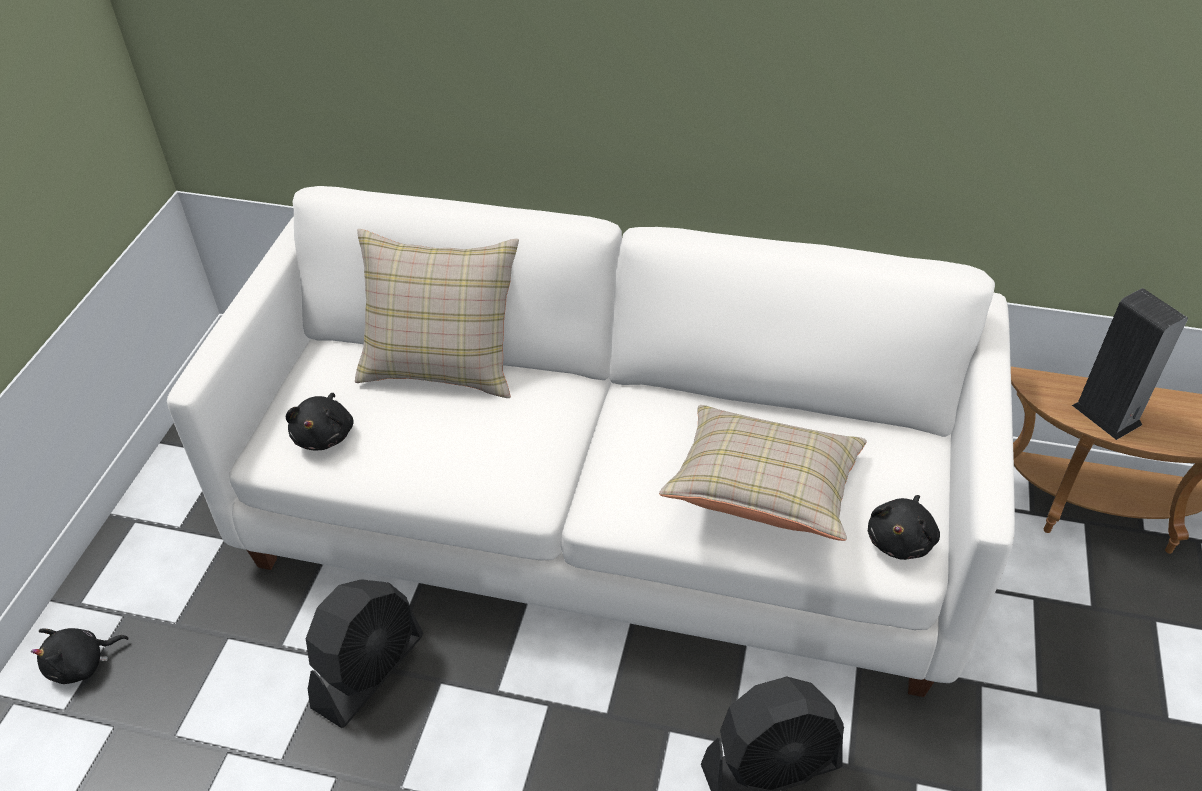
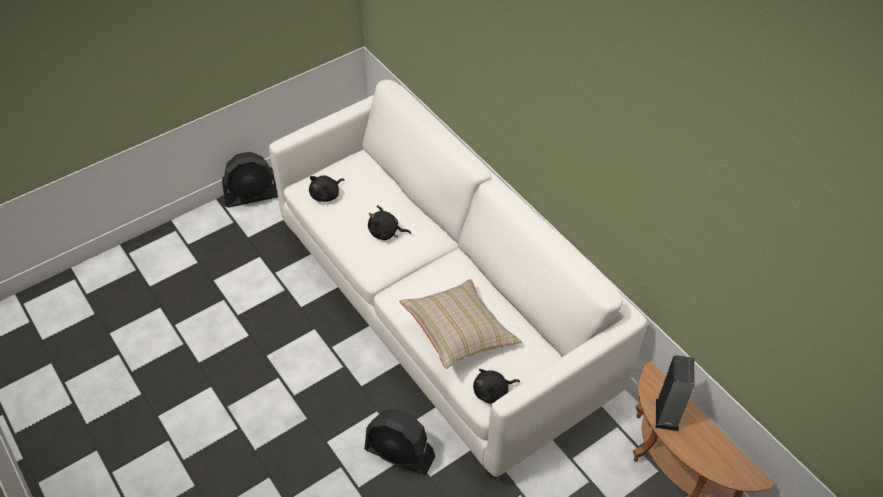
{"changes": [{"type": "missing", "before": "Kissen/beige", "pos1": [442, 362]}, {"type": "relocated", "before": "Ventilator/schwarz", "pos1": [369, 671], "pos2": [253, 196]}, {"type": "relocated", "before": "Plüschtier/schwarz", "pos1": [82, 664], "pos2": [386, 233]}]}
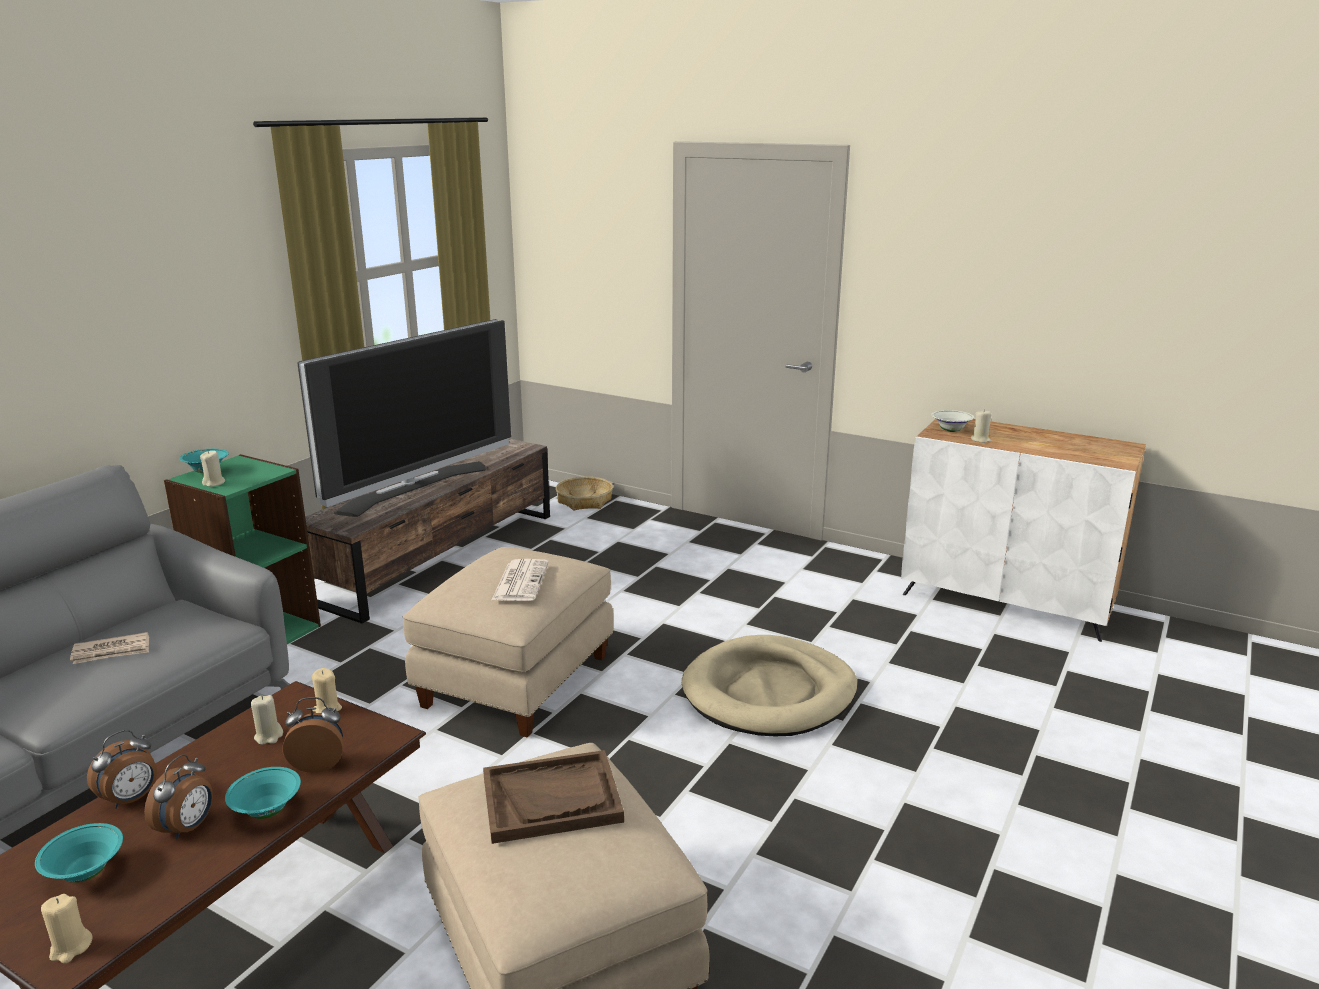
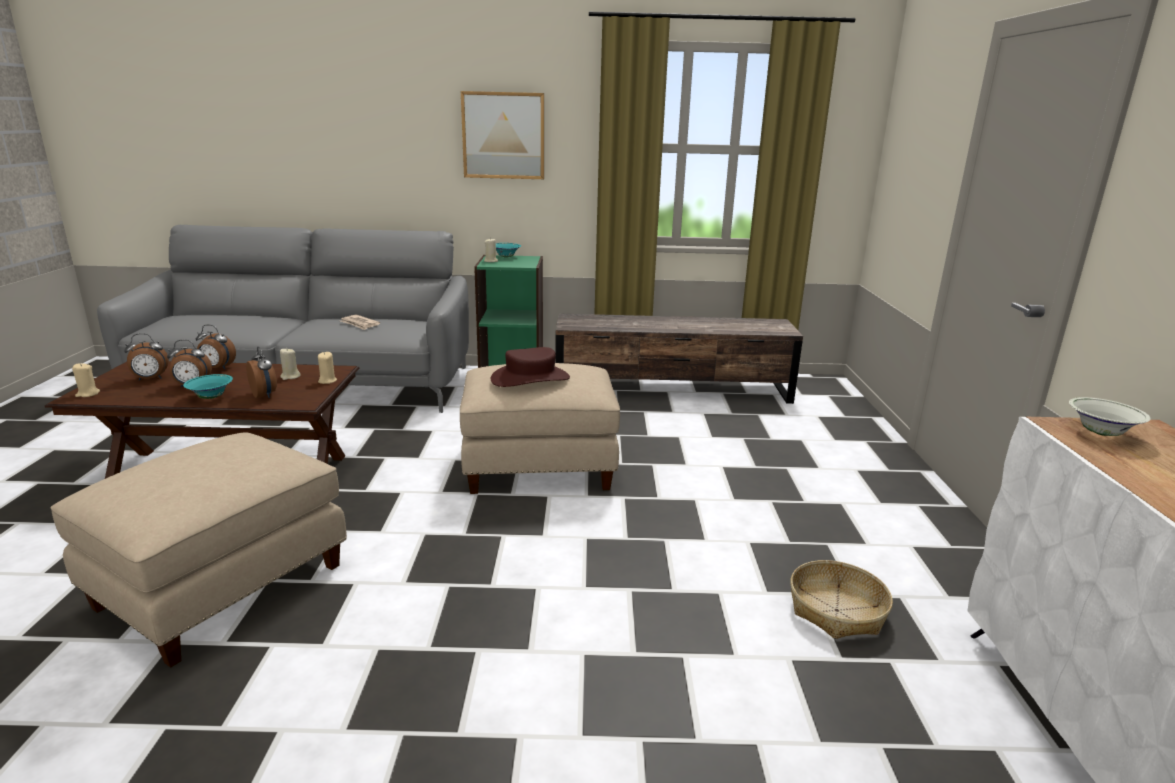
{"changes": [{"type": "missing", "before": "Fernseher", "pos1": [415, 488]}, {"type": "missing", "before": "Kerze/beige", "pos1": [980, 440]}, {"type": "relocated", "before": "Korb", "pos1": [584, 501], "pos2": [837, 610]}, {"type": "exchanged", "before": "Zeitung", "after": "Hut/braun", "pos1": [520, 581], "pos2": [530, 378]}, {"type": "missing", "before": "Hundebett/beige", "pos1": [769, 692]}, {"type": "missing", "before": "Tablett/braun", "pos1": [552, 799]}, {"type": "exchanged", "before": "Schüssel/türkis", "after": "Wecker", "pos1": [86, 873], "pos2": [150, 379]}, {"type": "appeared", "after": "Bild", "pos2": [503, 135]}]}
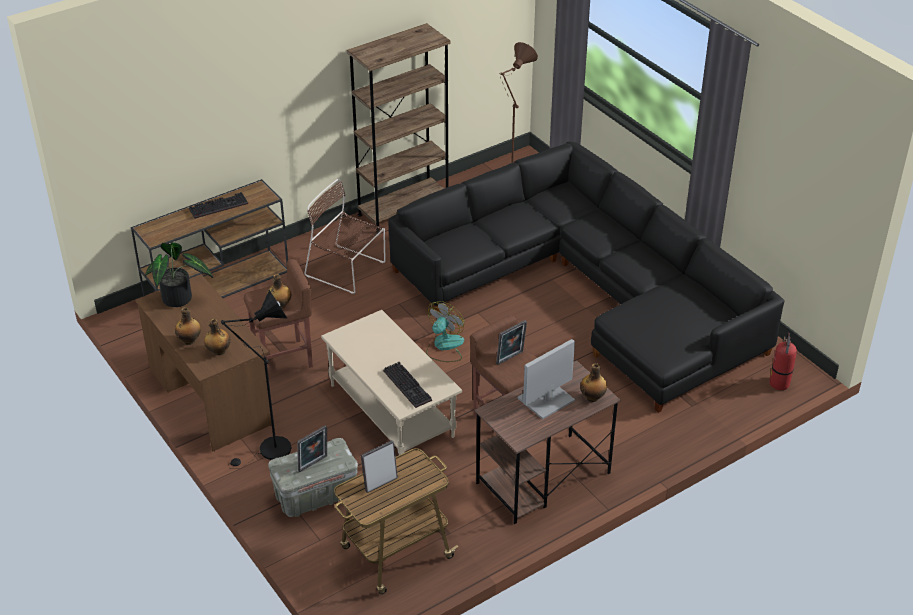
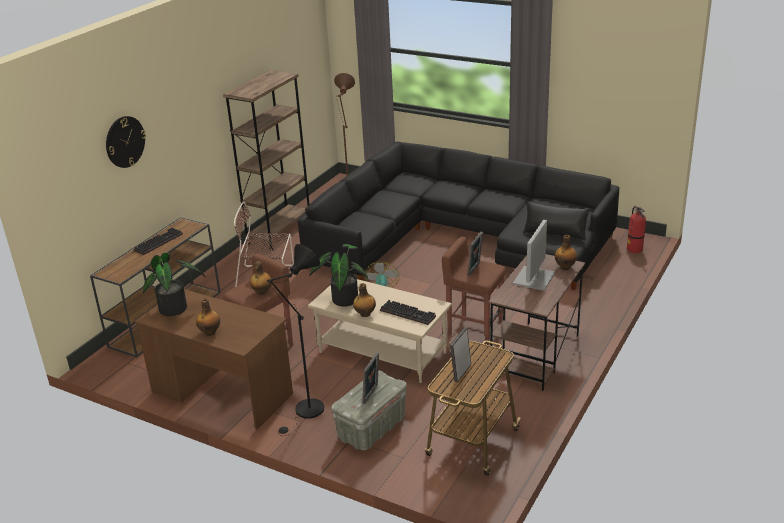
{"changes": [{"type": "relocated", "before": "Flasche", "pos1": [218, 351], "pos2": [365, 314]}, {"type": "appeared", "after": "Wanduhr", "pos2": [125, 141]}, {"type": "appeared", "after": "Kissen/schwarz", "pos2": [555, 232]}, {"type": "appeared", "after": "Topfpflanze", "pos2": [343, 298]}]}
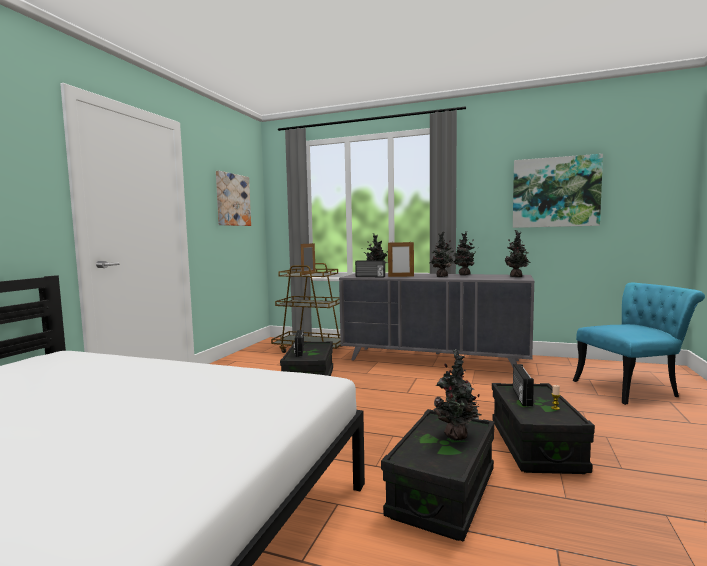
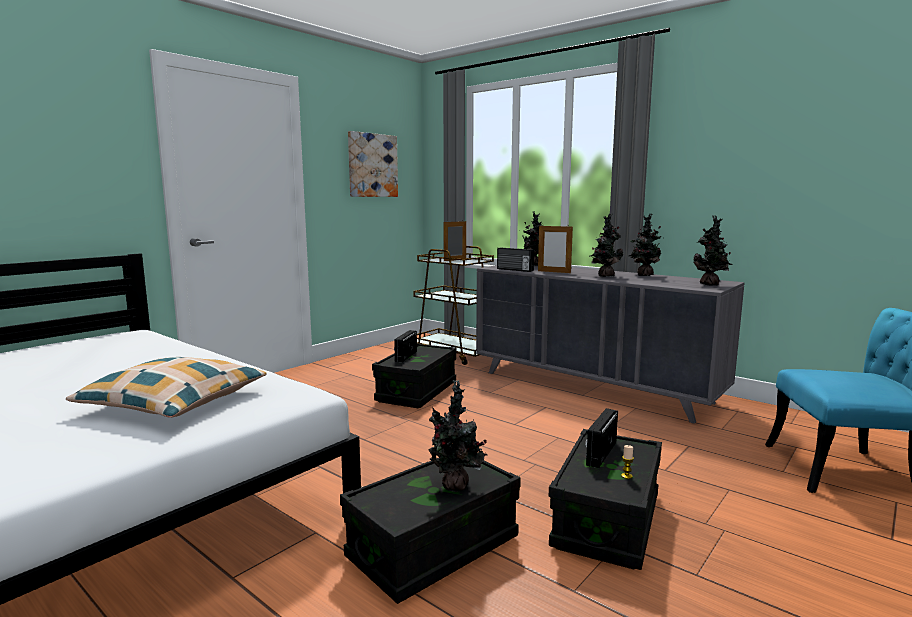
{"changes": [{"type": "missing", "before": "Bild", "pos1": [555, 192]}, {"type": "appeared", "after": "Kissen", "pos2": [175, 402]}]}
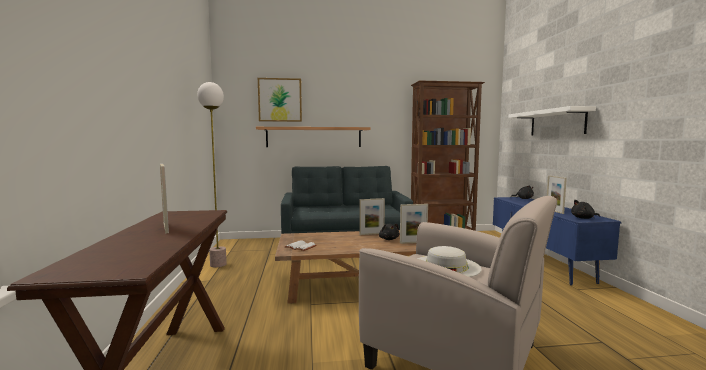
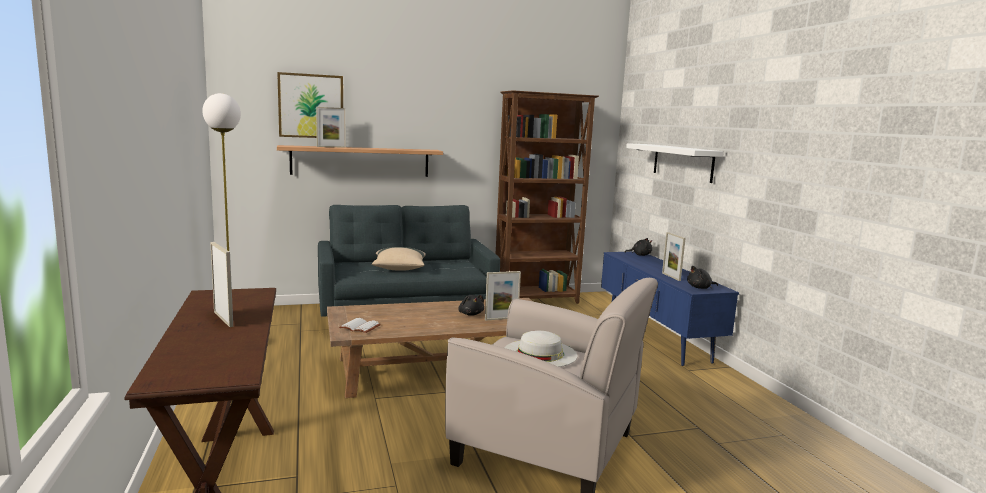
{"changes": [{"type": "relocated", "before": "Bilderrahmen", "pos1": [372, 234], "pos2": [331, 147]}, {"type": "appeared", "after": "Kissen/beige", "pos2": [399, 269]}]}
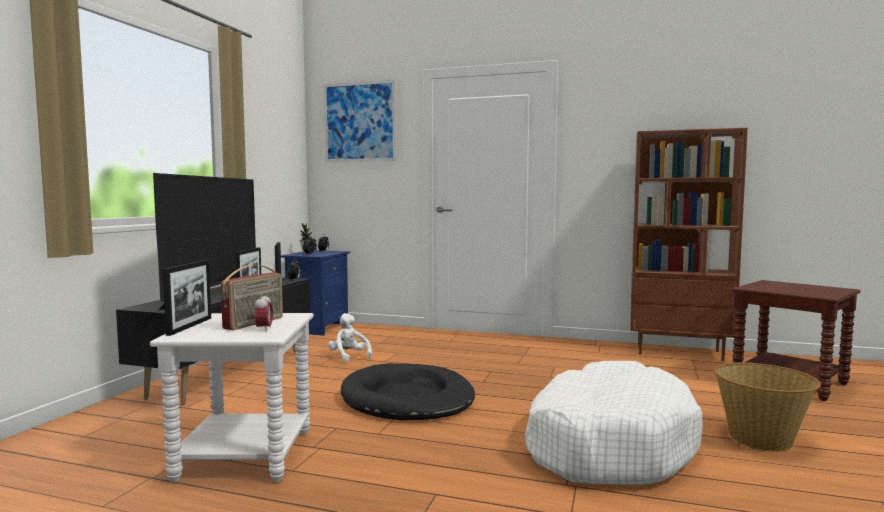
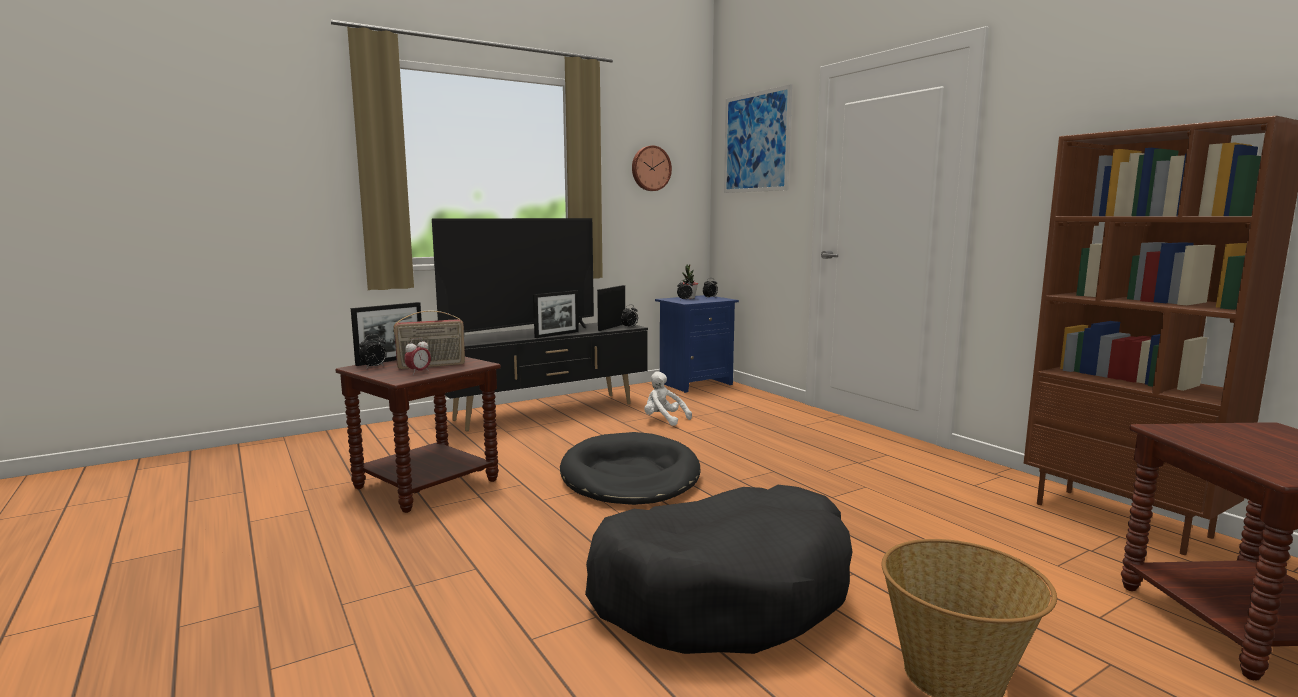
{"changes": [{"type": "colour", "before": "Beistelltisch/weiß", "after": "Beistelltisch/braun", "pos1": [244, 455], "pos2": [426, 484]}, {"type": "spun", "before": "Plüschtier/weiß", "pos1": [349, 357], "pos2": [664, 420], "turn": -60}, {"type": "colour", "before": "Hundebett/weiß", "after": "Hundebett/schwarz", "pos1": [607, 444], "pos2": [722, 592]}, {"type": "appeared", "after": "Wanduhr", "pos2": [650, 168]}, {"type": "appeared", "after": "Wecker", "pos2": [374, 367]}]}
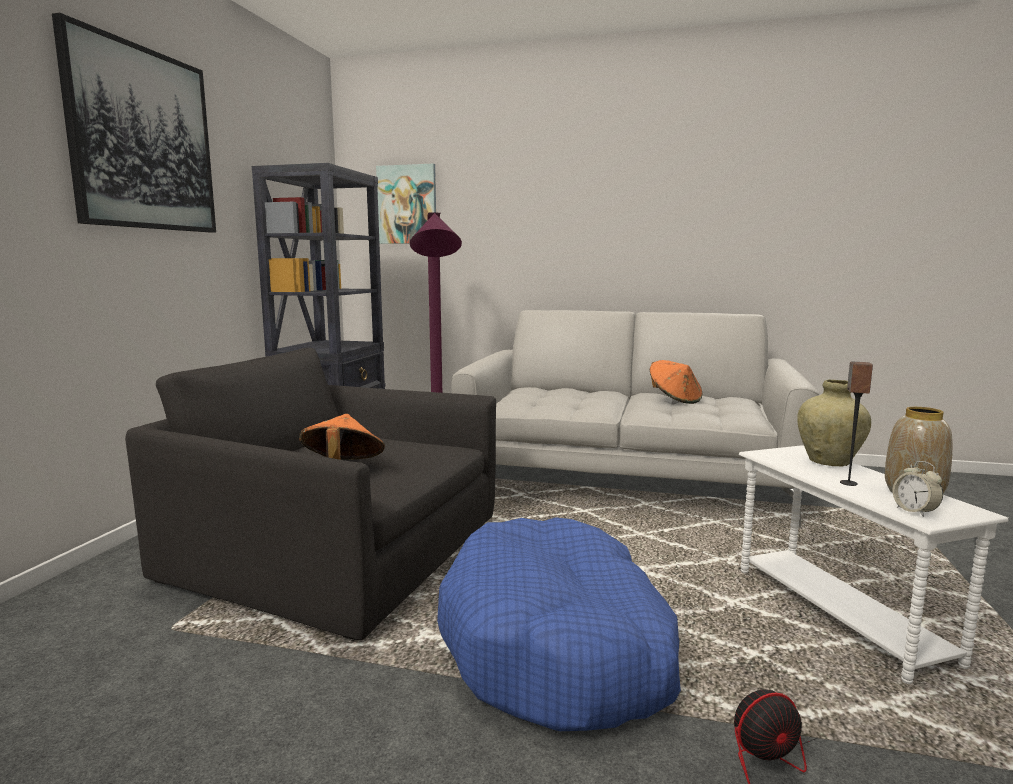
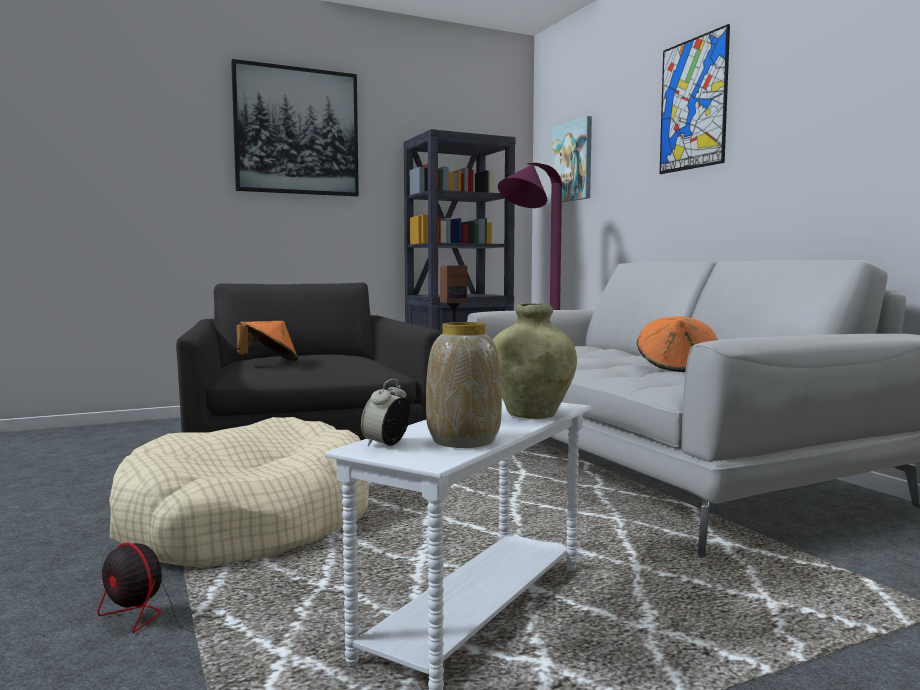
{"changes": [{"type": "colour", "before": "Hundebett/blau", "after": "Hundebett/beige", "pos1": [558, 647], "pos2": [248, 523]}, {"type": "appeared", "after": "Bild", "pos2": [693, 104]}]}
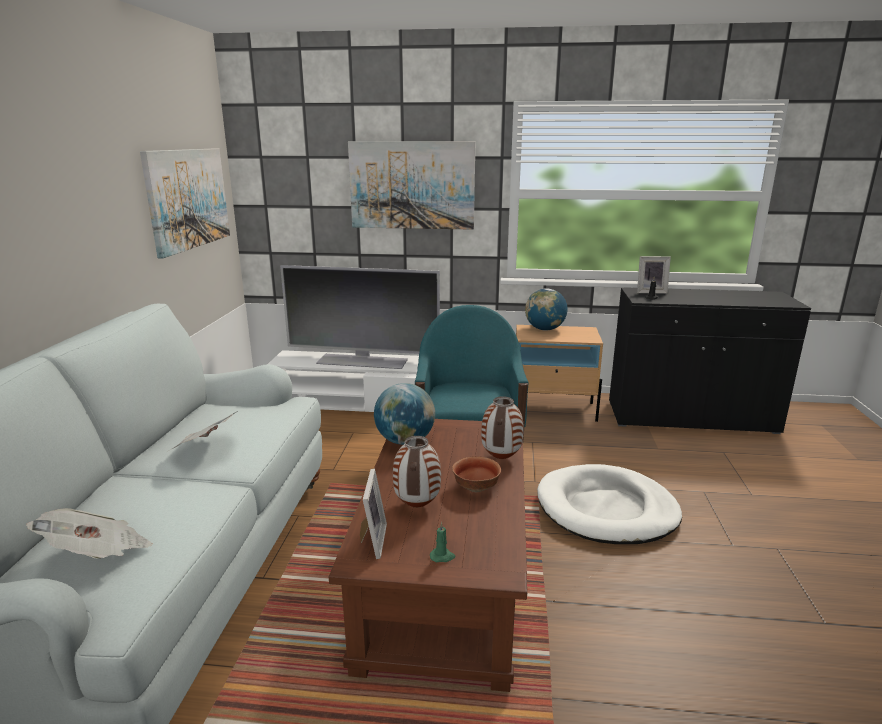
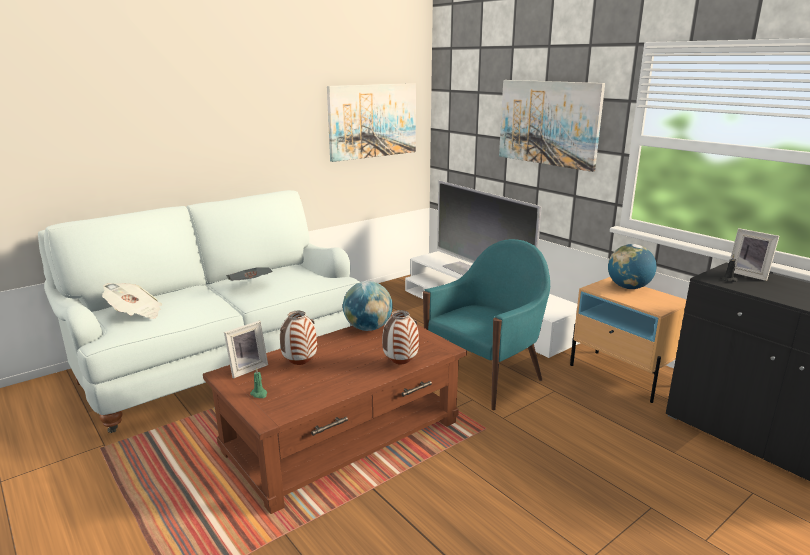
{"changes": [{"type": "missing", "before": "Schüssel", "pos1": [475, 488]}, {"type": "missing", "before": "Hundebett/weiß", "pos1": [606, 509]}]}
